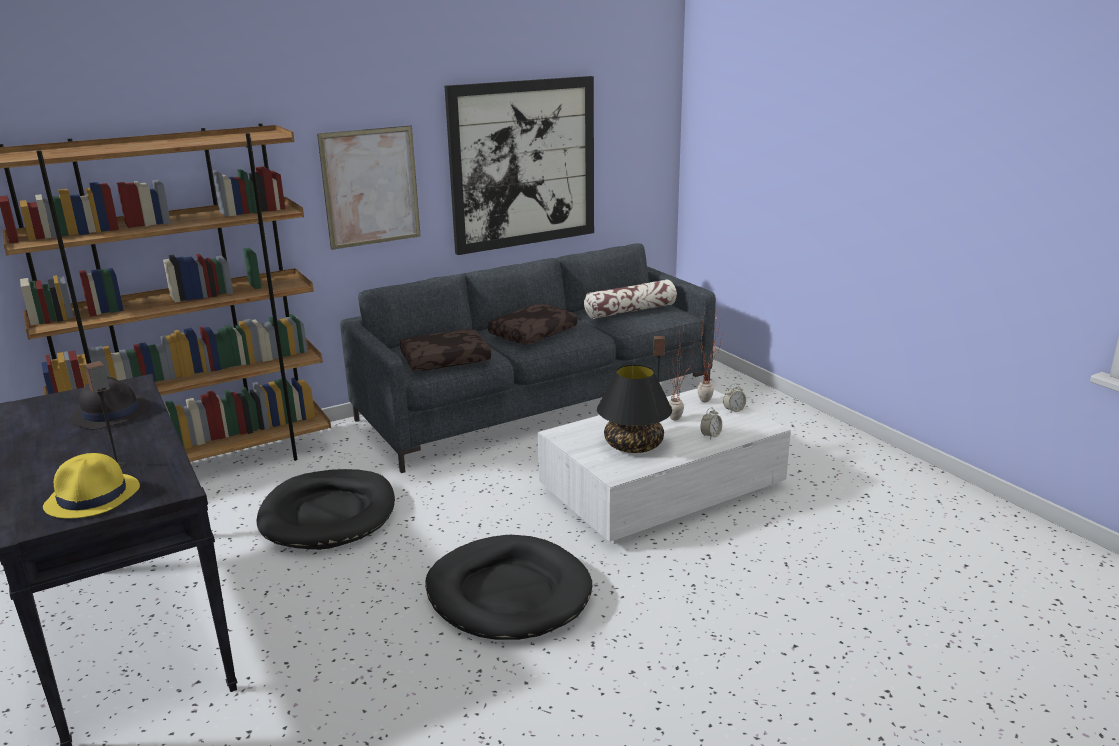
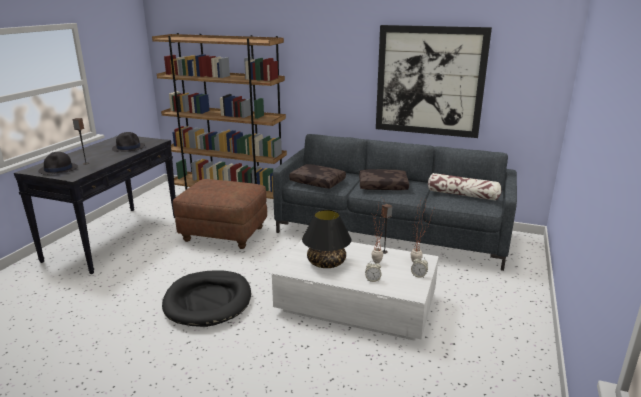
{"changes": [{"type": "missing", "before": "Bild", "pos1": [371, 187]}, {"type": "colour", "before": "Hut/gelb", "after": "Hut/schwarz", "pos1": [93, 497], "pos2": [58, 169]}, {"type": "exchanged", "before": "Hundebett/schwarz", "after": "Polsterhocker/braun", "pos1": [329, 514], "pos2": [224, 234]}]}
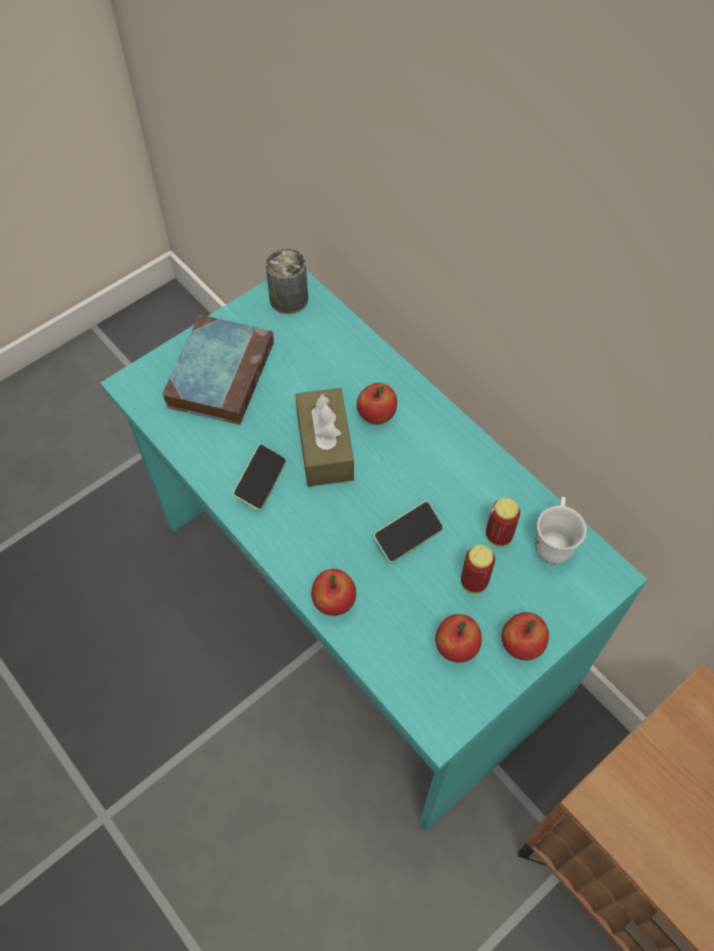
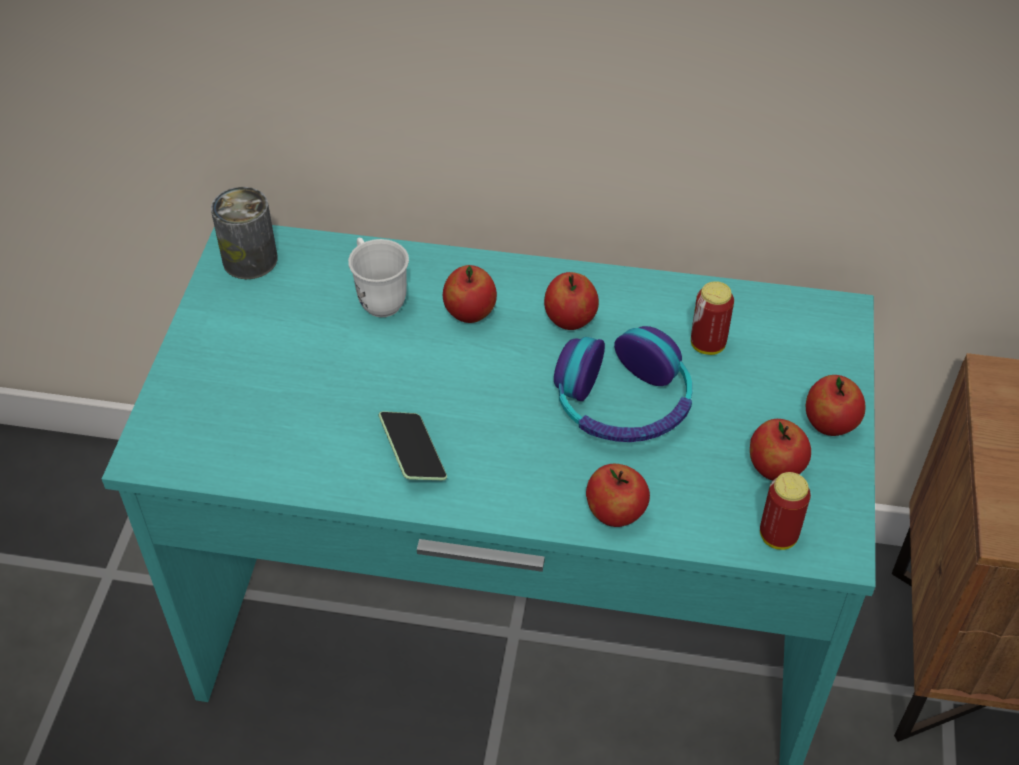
{"changes": [{"type": "missing", "before": "Buch", "pos1": [220, 373]}, {"type": "missing", "before": "Taschentuchbox/braun", "pos1": [325, 447]}, {"type": "relocated", "before": "Henkelbecher/weiß", "pos1": [553, 542], "pos2": [378, 297]}, {"type": "exchanged", "before": "Handy", "after": "Kopfhörer", "pos1": [408, 536], "pos2": [623, 403]}, {"type": "relocated", "before": "Dose", "pos1": [474, 582], "pos2": [778, 536]}, {"type": "appeared", "after": "Apfel", "pos2": [570, 320]}]}
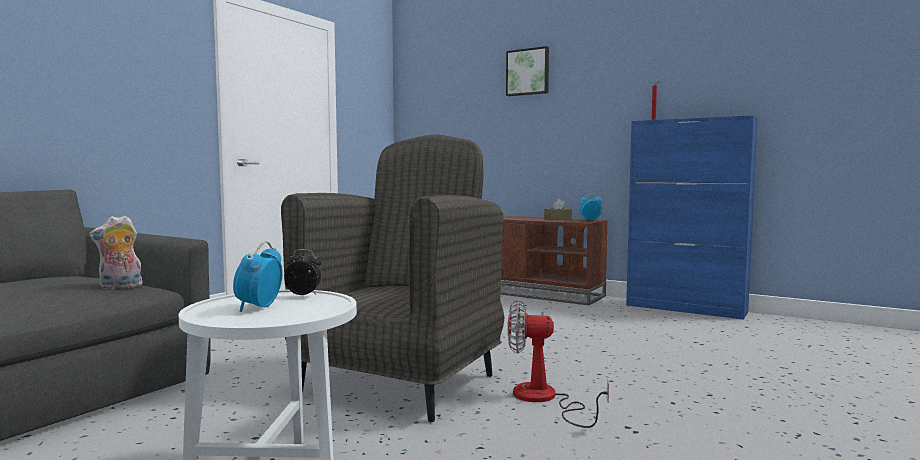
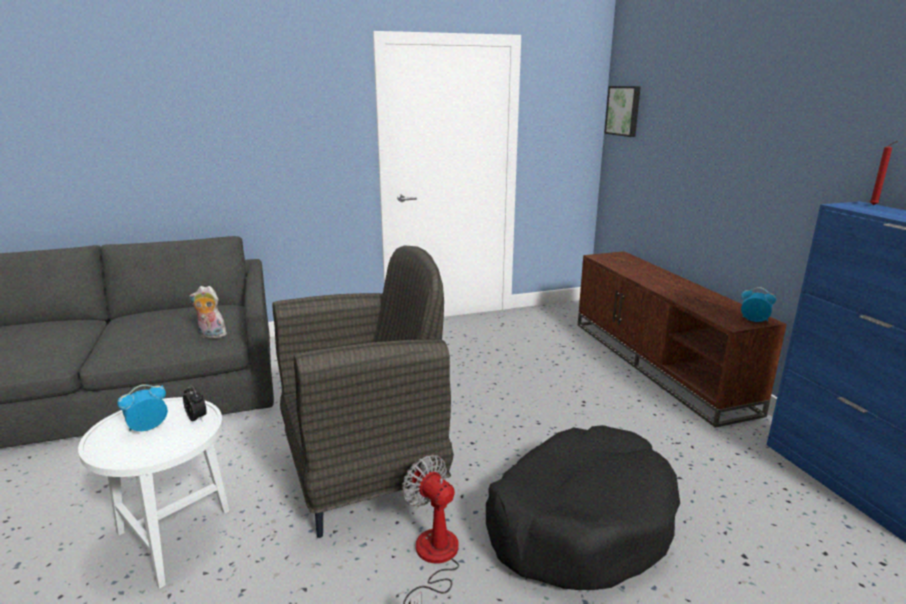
{"changes": [{"type": "relocated", "before": "Bild", "pos1": [528, 72], "pos2": [624, 111]}, {"type": "missing", "before": "Taschentuchbox/braun", "pos1": [558, 219]}, {"type": "appeared", "after": "Hundebett/schwarz", "pos2": [579, 522]}]}
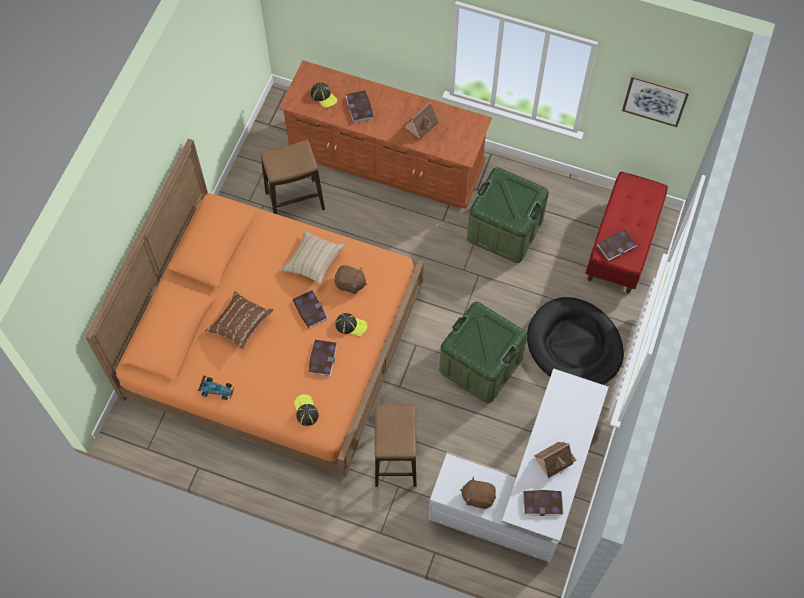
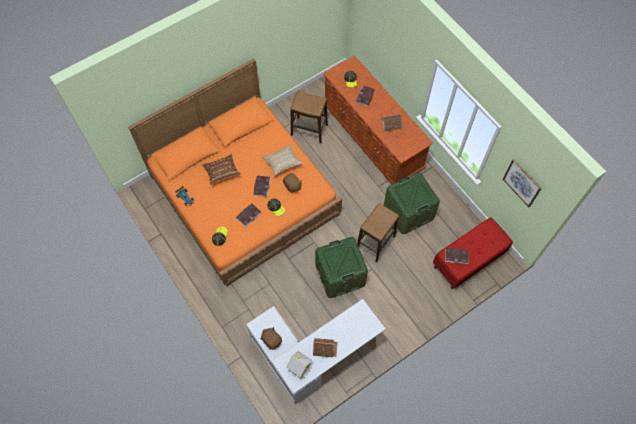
{"changes": [{"type": "missing", "before": "Hundebett/schwarz", "pos1": [574, 345]}, {"type": "relocated", "before": "Hocker", "pos1": [395, 459], "pos2": [375, 242]}, {"type": "exchanged", "before": "Buch", "after": "Spielzeughaus", "pos1": [542, 503], "pos2": [300, 367]}]}
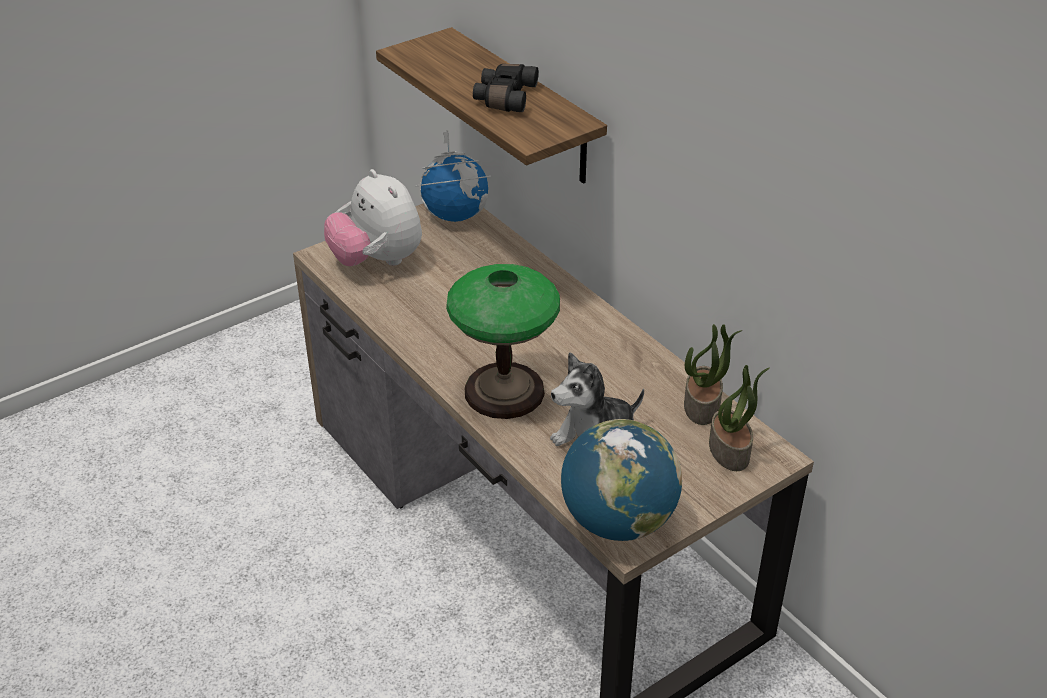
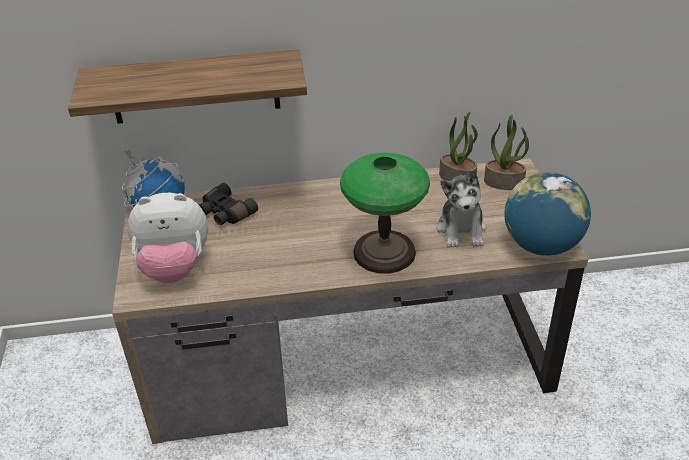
{"changes": [{"type": "relocated", "before": "Fernglas/schwarz", "pos1": [504, 97], "pos2": [225, 213]}]}
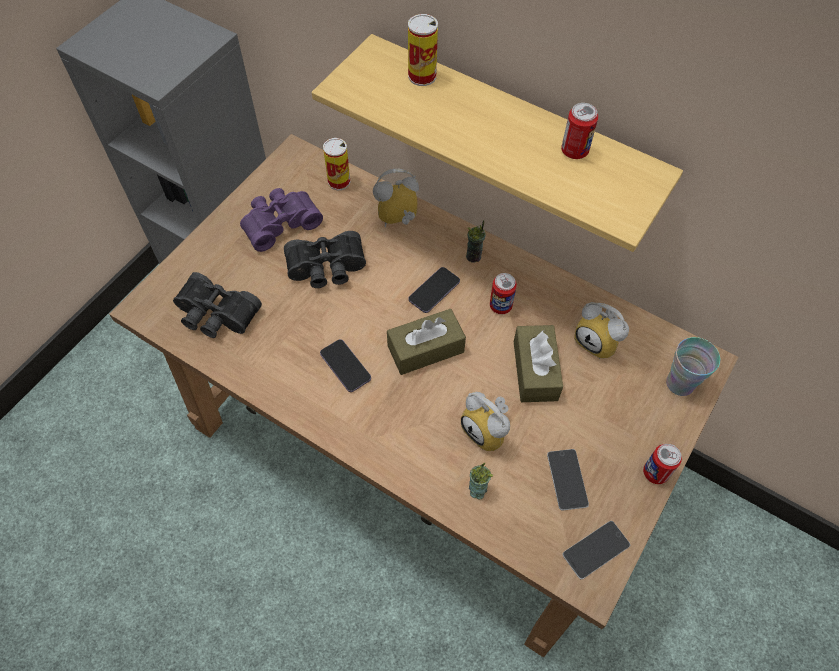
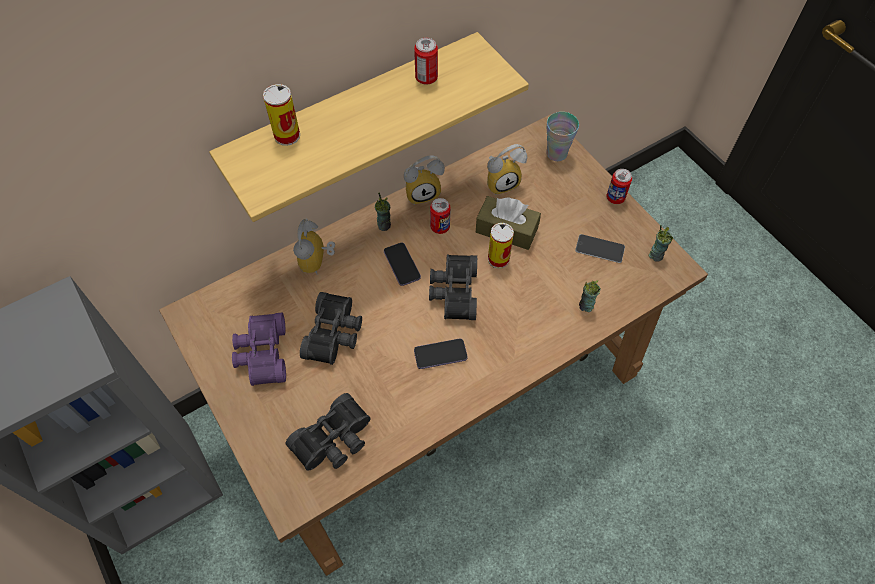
{"changes": [{"type": "relocated", "before": "Dose", "pos1": [339, 181], "pos2": [498, 259]}, {"type": "exchanged", "before": "Taschentuchbox/braun", "after": "Fernglas/schwarz", "pos1": [425, 349], "pos2": [453, 292]}, {"type": "relocated", "before": "Wecker", "pos1": [488, 431], "pos2": [423, 192]}, {"type": "exchanged", "before": "Handy", "after": "Tasse", "pos1": [596, 549], "pos2": [656, 255]}]}
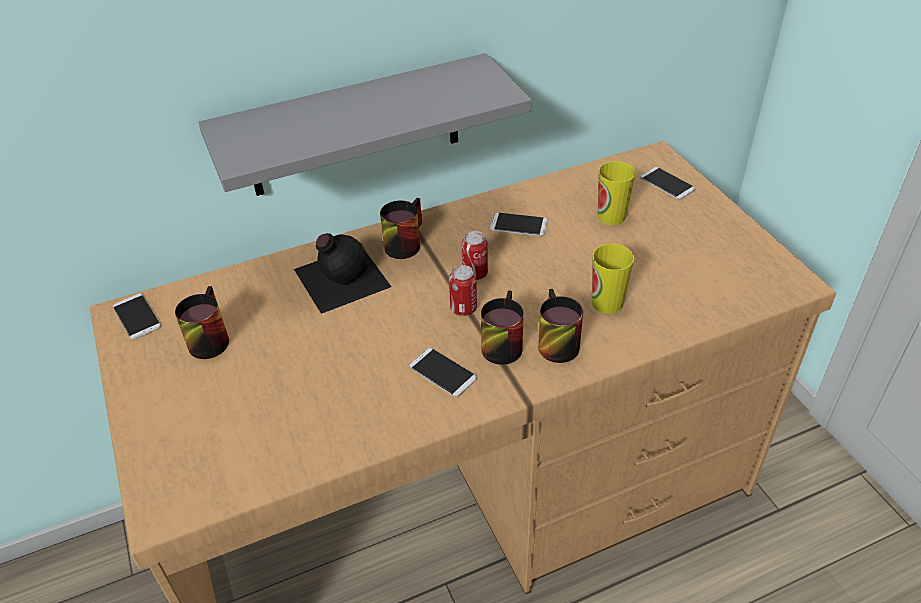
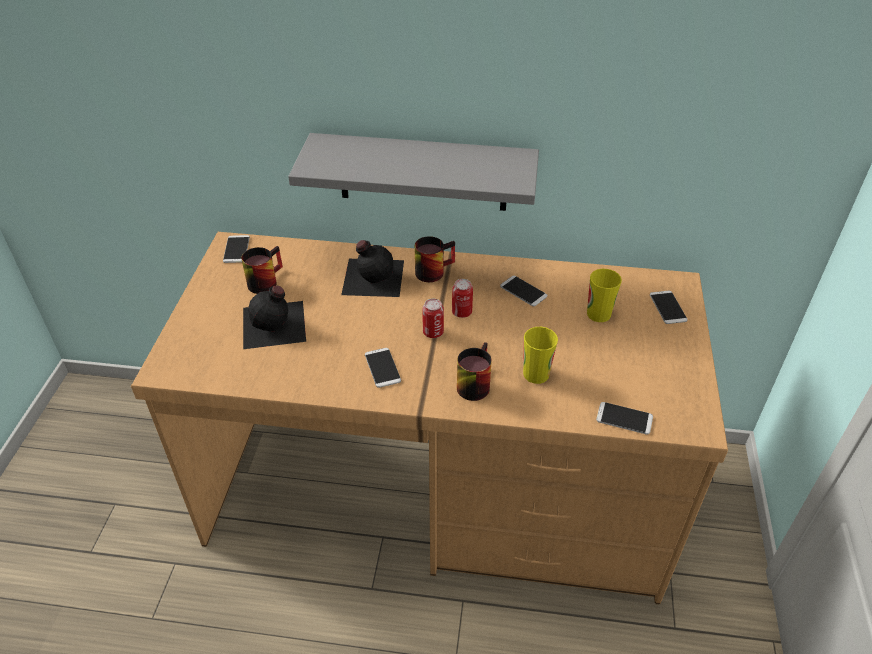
{"changes": [{"type": "missing", "before": "Henkelbecher", "pos1": [499, 343]}, {"type": "appeared", "after": "Flasche/schwarz", "pos2": [275, 324]}, {"type": "appeared", "after": "Handy", "pos2": [624, 418]}]}
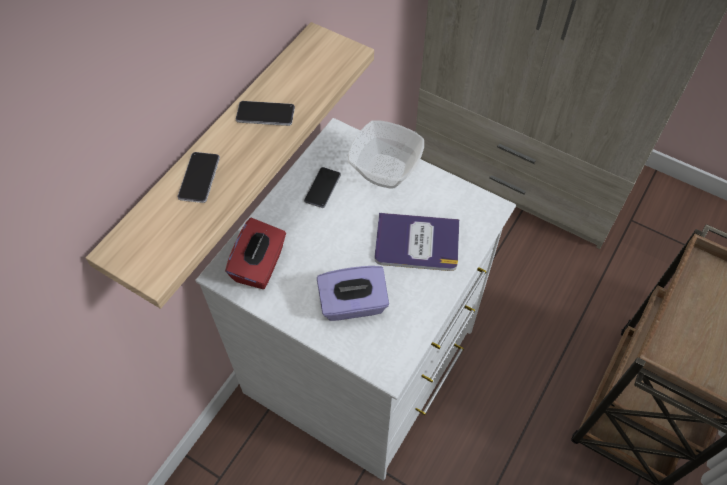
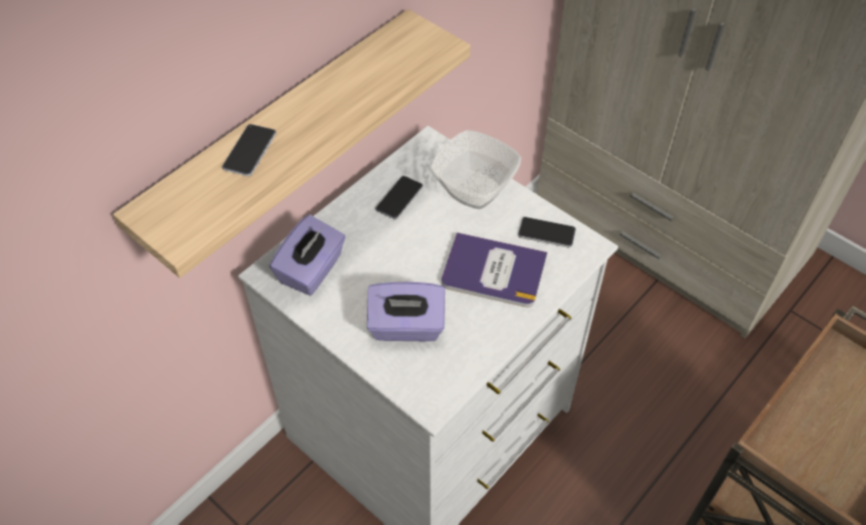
{"changes": [{"type": "relocated", "before": "Handy", "pos1": [265, 114], "pos2": [546, 233]}, {"type": "colour", "before": "Taschentuchbox/rot", "after": "Taschentuchbox/lila", "pos1": [260, 265], "pos2": [312, 270]}]}
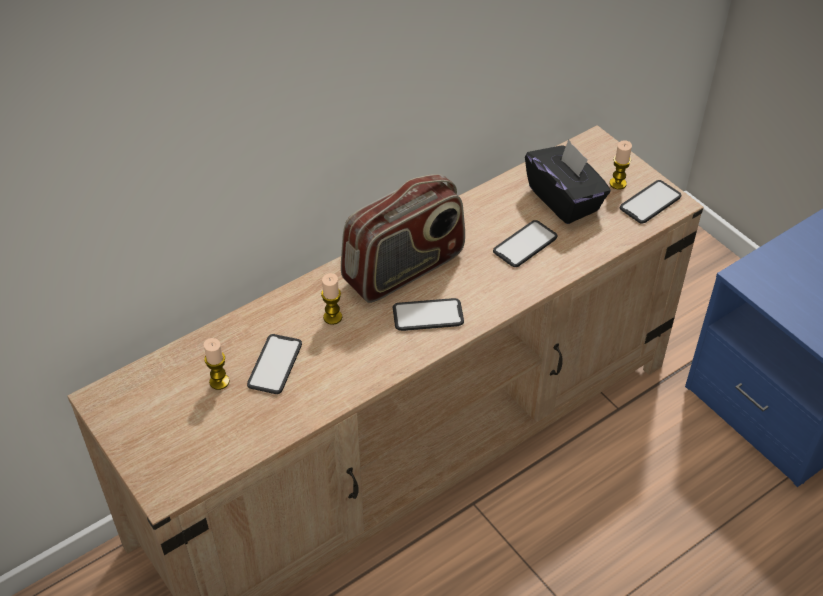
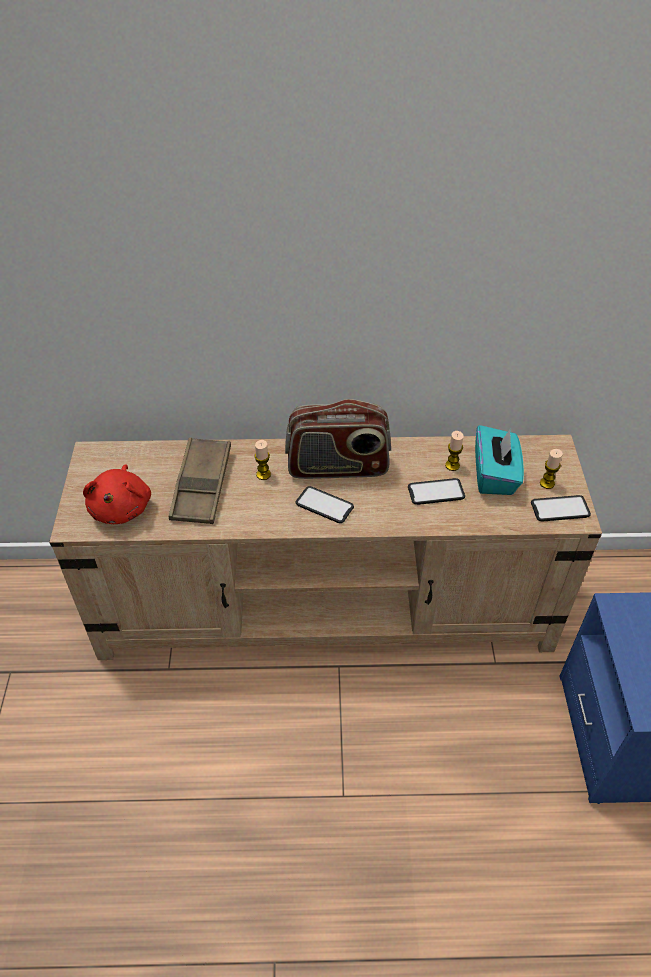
{"changes": [{"type": "colour", "before": "Taschentuchbox/schwarz", "after": "Taschentuchbox/türkis", "pos1": [564, 199], "pos2": [494, 475]}, {"type": "exchanged", "before": "Handy", "after": "Tablett/braun", "pos1": [275, 364], "pos2": [202, 485]}, {"type": "relocated", "before": "Kerze", "pos1": [219, 382], "pos2": [452, 465]}, {"type": "appeared", "after": "Plüschtier/rot", "pos2": [122, 507]}]}
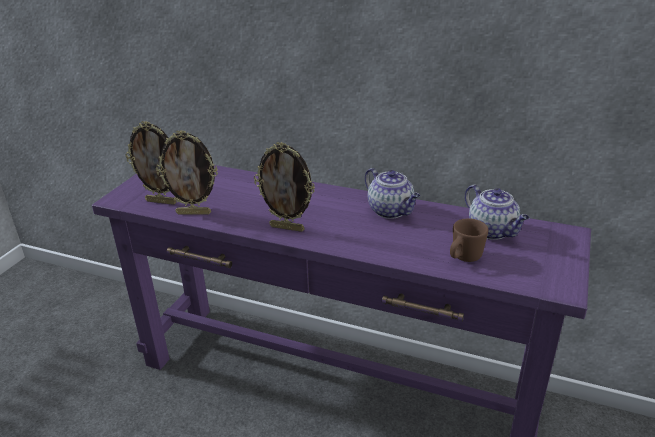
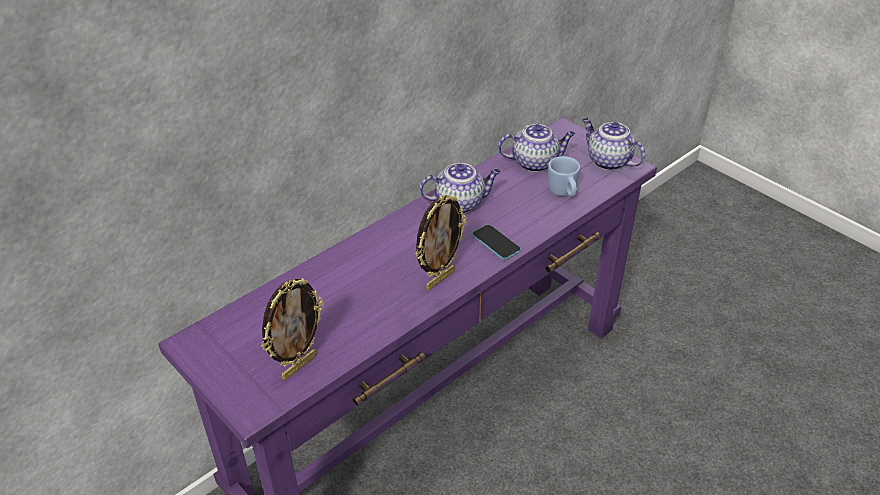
{"changes": [{"type": "missing", "before": "Bilderrahmen", "pos1": [194, 213]}, {"type": "colour", "before": "Henkelbecher/braun", "after": "Henkelbecher/blau", "pos1": [463, 258], "pos2": [563, 193]}, {"type": "appeared", "after": "Teekanne", "pos2": [607, 161]}, {"type": "appeared", "after": "Handy", "pos2": [496, 243]}]}
